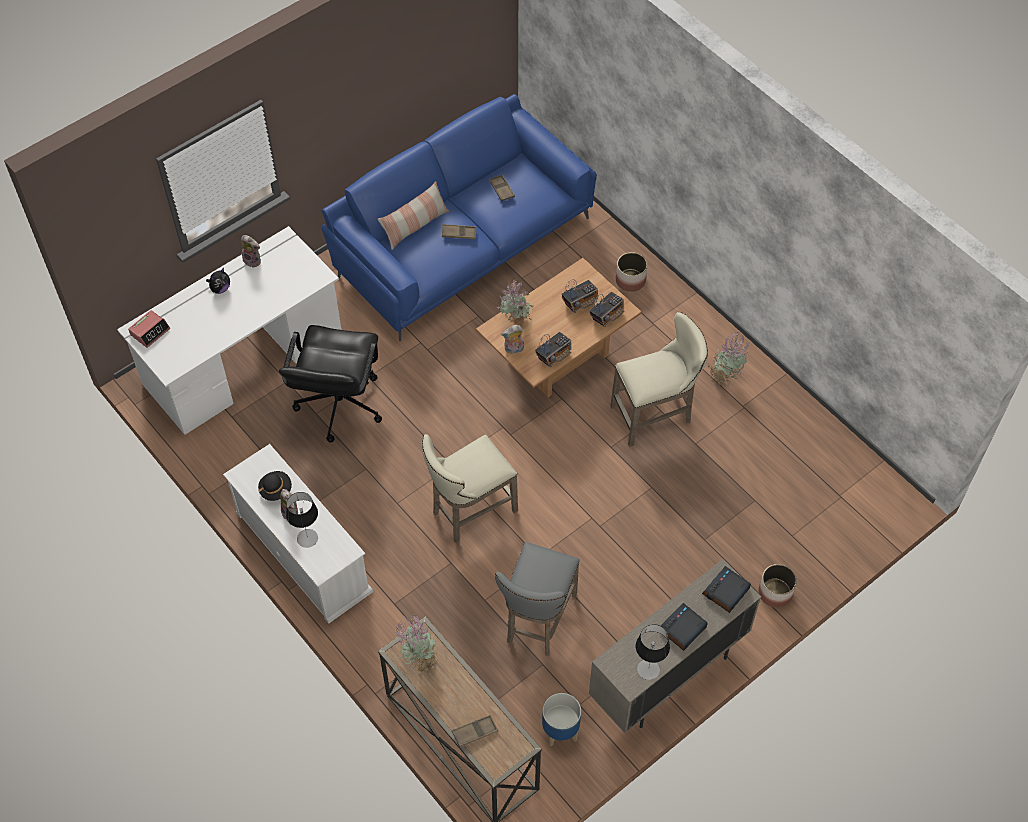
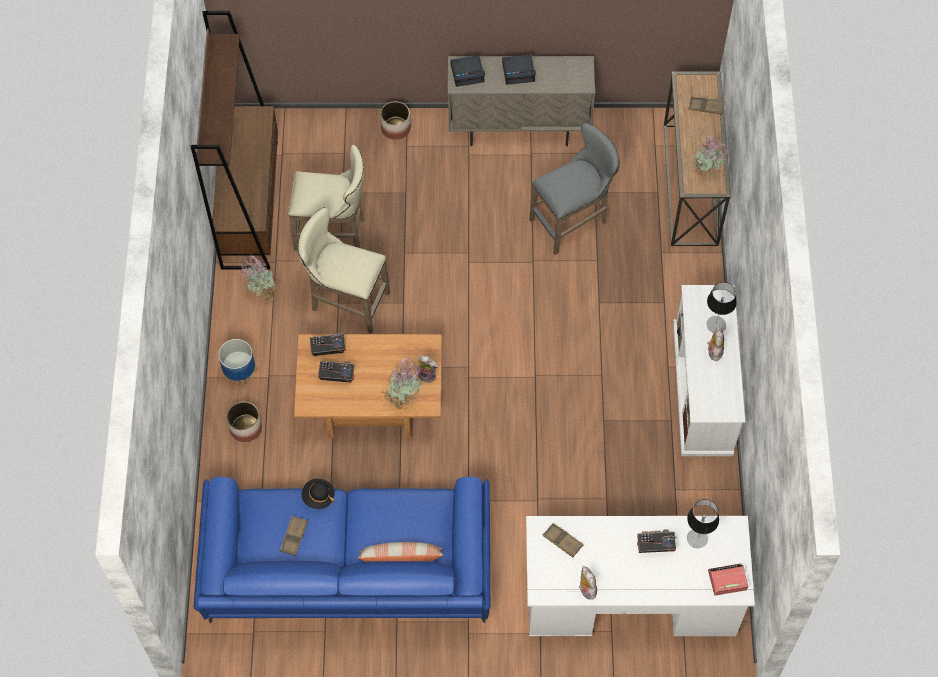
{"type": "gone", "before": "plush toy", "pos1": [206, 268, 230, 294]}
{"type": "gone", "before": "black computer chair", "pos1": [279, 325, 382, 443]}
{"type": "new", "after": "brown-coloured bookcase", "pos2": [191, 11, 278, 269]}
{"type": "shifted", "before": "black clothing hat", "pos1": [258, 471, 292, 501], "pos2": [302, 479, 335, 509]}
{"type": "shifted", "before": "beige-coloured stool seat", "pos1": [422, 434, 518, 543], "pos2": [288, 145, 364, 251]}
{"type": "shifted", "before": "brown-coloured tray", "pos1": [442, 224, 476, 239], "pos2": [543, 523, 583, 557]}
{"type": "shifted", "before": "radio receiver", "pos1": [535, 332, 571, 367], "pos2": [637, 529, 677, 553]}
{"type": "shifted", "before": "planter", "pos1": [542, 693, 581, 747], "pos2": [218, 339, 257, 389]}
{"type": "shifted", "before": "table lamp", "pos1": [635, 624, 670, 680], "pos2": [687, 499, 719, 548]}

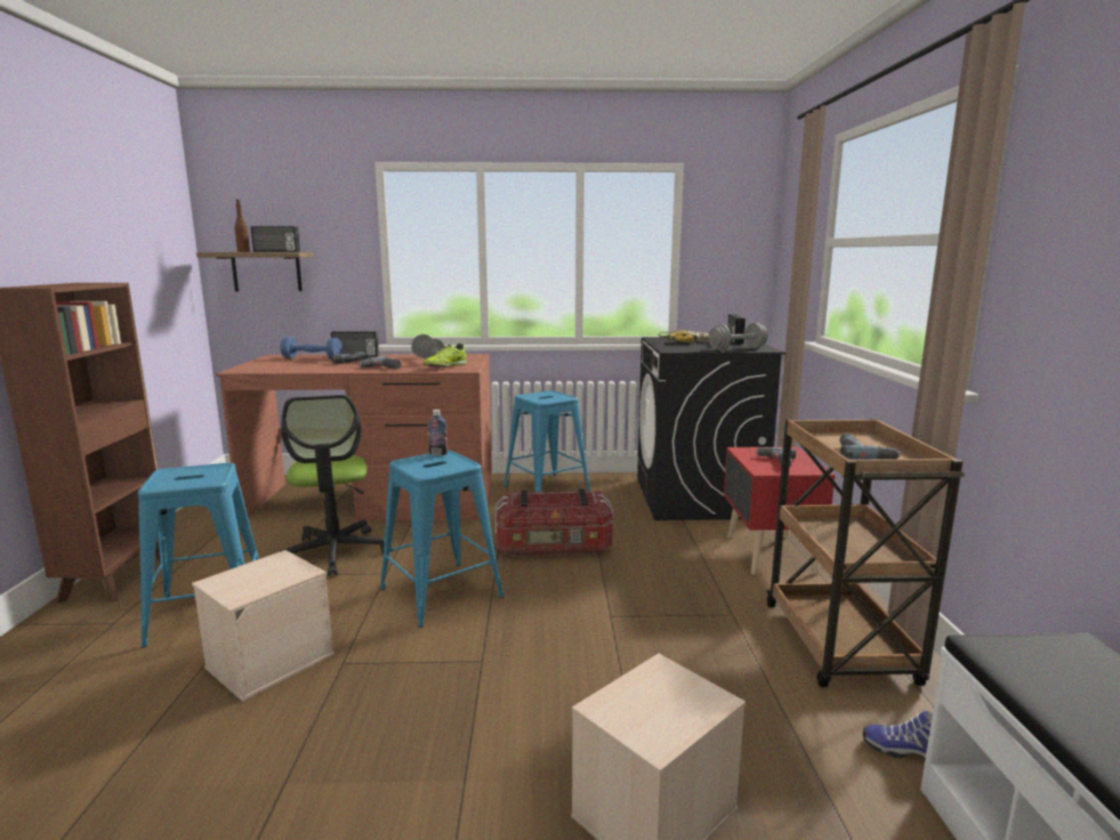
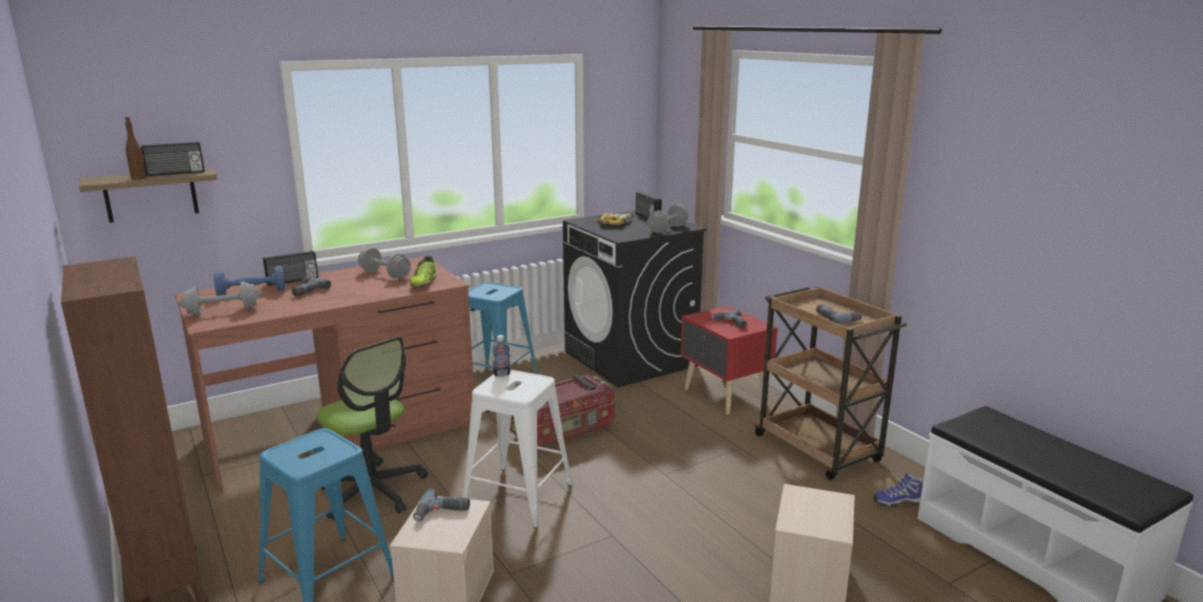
{"type": "new", "after": "greyish hand weight", "pos2": [178, 281, 263, 316]}
{"type": "shifted", "before": "electric drill", "pos1": [358, 356, 401, 369], "pos2": [413, 489, 470, 522]}
{"type": "repainted", "before": "blue stool seat", "after": "whitish stool seat", "pos1": [380, 450, 504, 627], "pos2": [463, 370, 573, 528]}

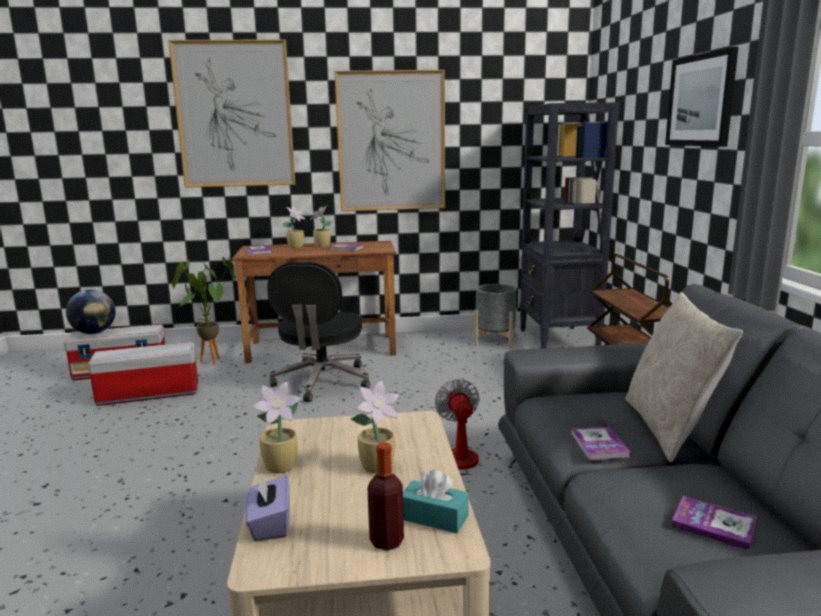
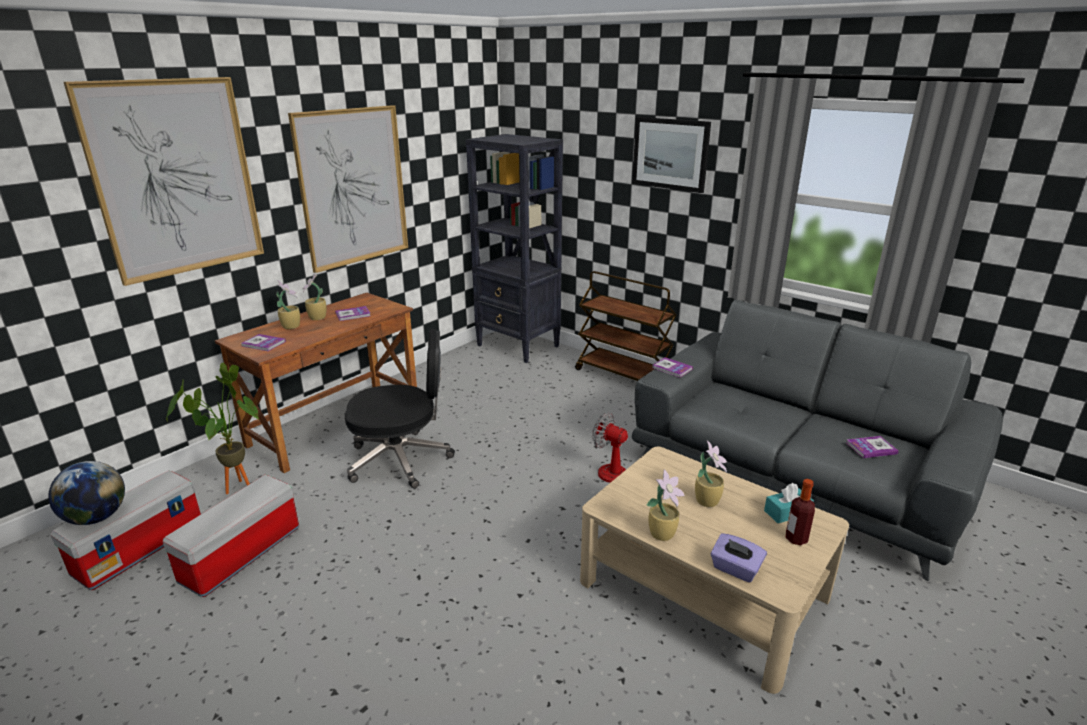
{"type": "gone", "before": "greyish planter", "pos1": [474, 284, 517, 348]}
{"type": "gone", "before": "beige-coloured throw pillow", "pos1": [626, 292, 743, 462]}
{"type": "shifted", "before": "volume", "pos1": [571, 427, 631, 460], "pos2": [652, 357, 693, 378]}
{"type": "rotated", "before": "black computer chair", "pos1": [267, 262, 370, 402], "pos2": [345, 329, 455, 488], "turn": -60}

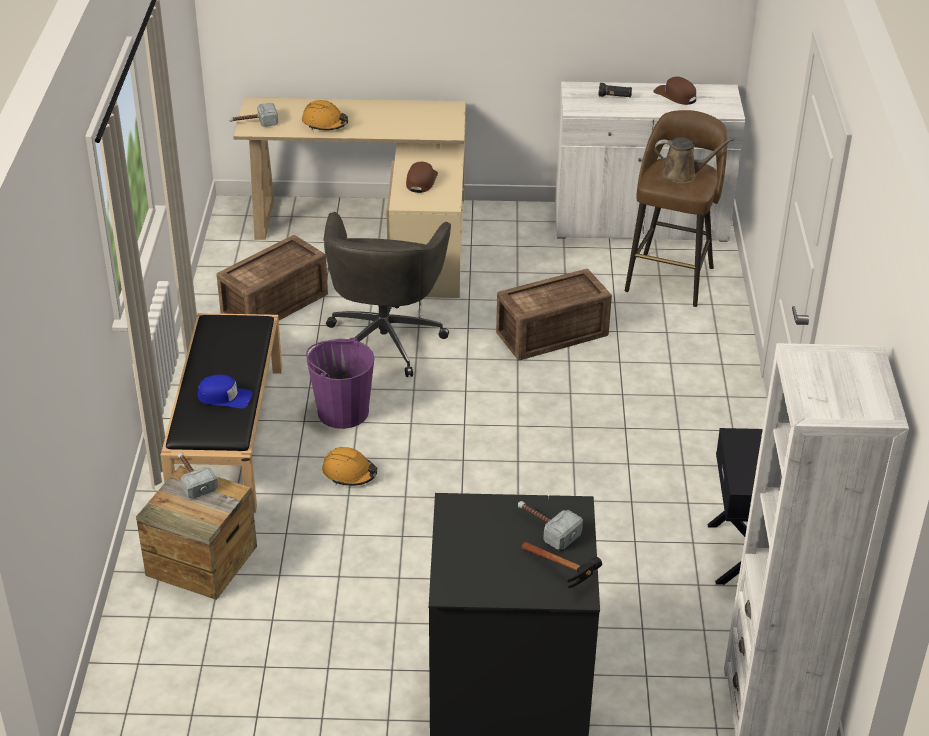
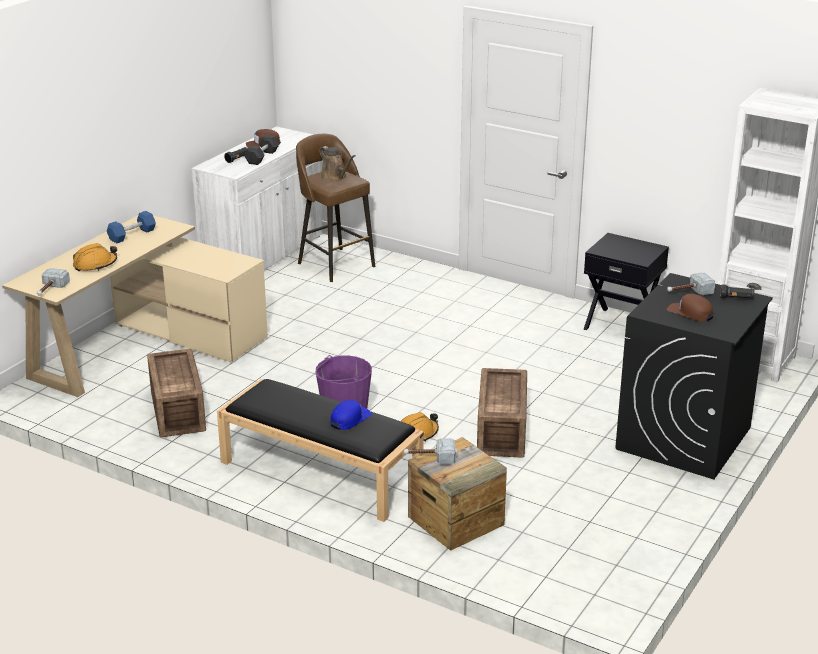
{"type": "gone", "before": "greyish computer chair", "pos1": [323, 212, 451, 377]}
{"type": "new", "after": "blue hand weight", "pos2": [107, 211, 156, 243]}
{"type": "new", "after": "black hand weight", "pos2": [244, 135, 279, 165]}
{"type": "shifted", "before": "brown-coloured cap", "pos1": [406, 162, 438, 193], "pos2": [667, 294, 713, 321]}
{"type": "shifted", "before": "packing crate", "pos1": [496, 269, 612, 360], "pos2": [477, 368, 527, 458]}
{"type": "swapped", "before": "hand hammer", "after": "black flashlight", "pos1": [521, 542, 602, 588], "pos2": [720, 284, 755, 299]}
{"type": "rotated", "before": "brown-coloured watering can", "pos1": [655, 137, 734, 184], "pos2": [319, 146, 356, 181], "turn": 105}

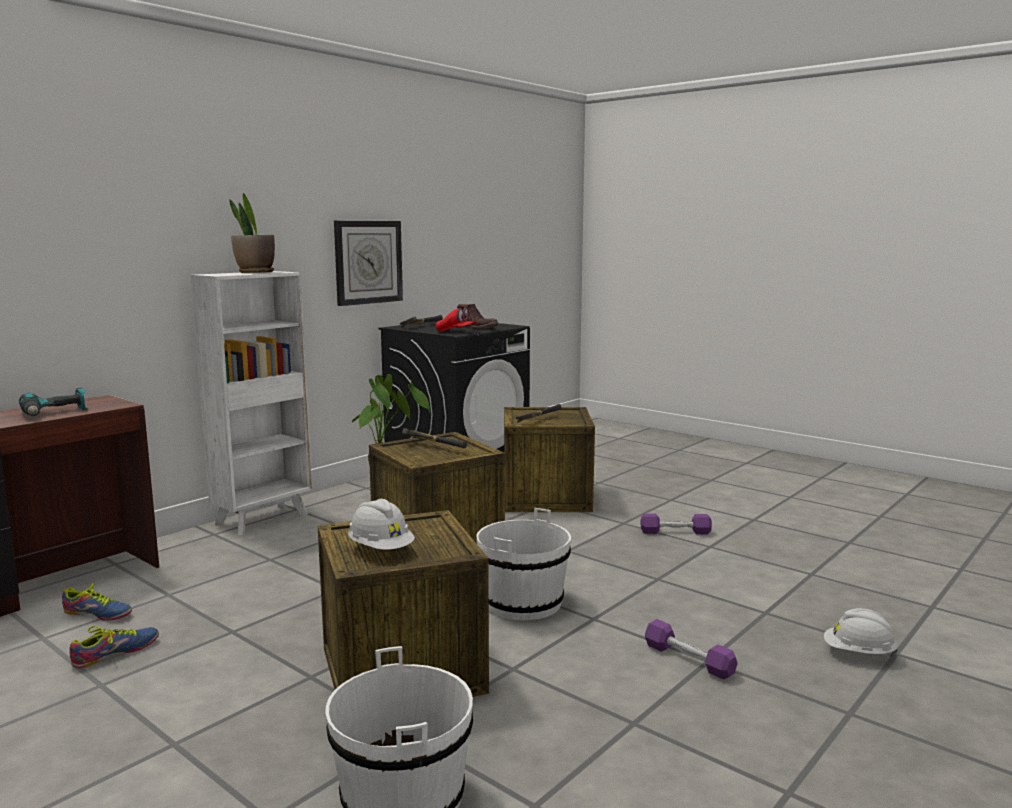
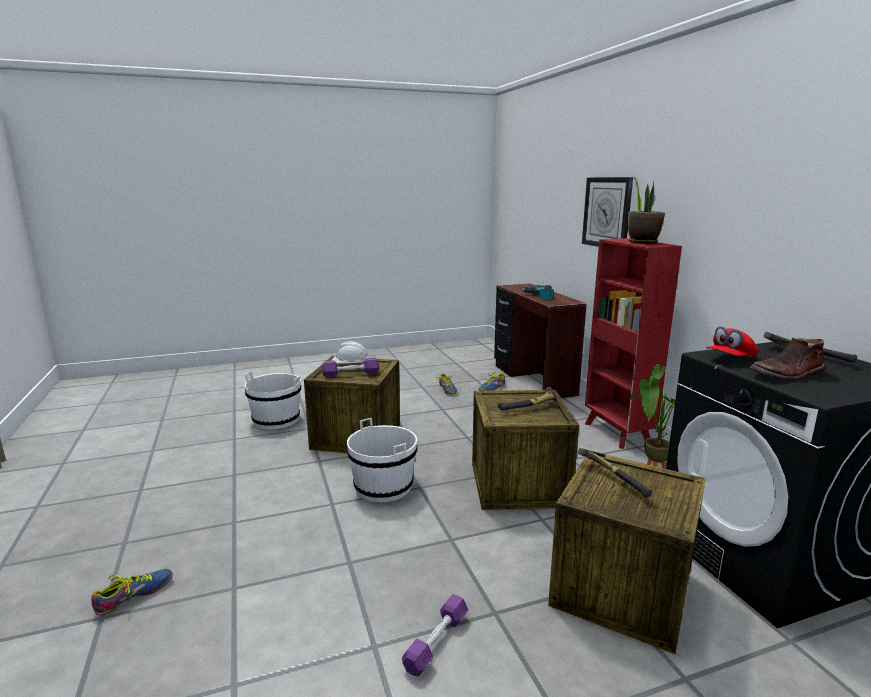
{"type": "shifted", "before": "wall clock", "pos1": [334, 221, 403, 306], "pos2": [582, 177, 633, 247]}
{"type": "shifted", "before": "purple-coloured hand weight", "pos1": [645, 619, 738, 679], "pos2": [322, 358, 379, 377]}
{"type": "swapped", "before": "whitish hard hat", "after": "item of footwear", "pos1": [824, 608, 898, 657], "pos2": [91, 569, 173, 615]}
{"type": "repainted", "before": "whitish bookcase", "after": "reddish bookcase", "pos1": [191, 271, 312, 535], "pos2": [585, 238, 682, 449]}

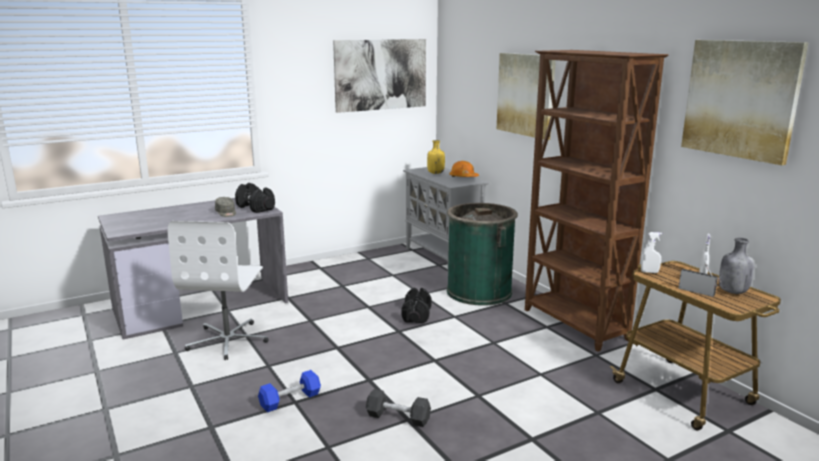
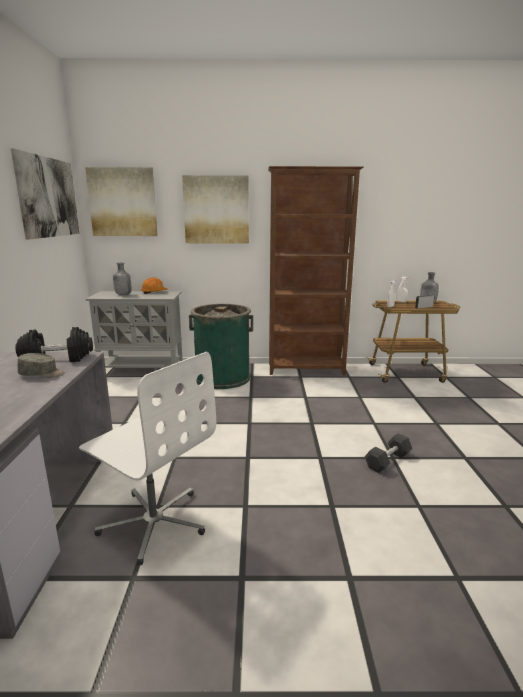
{"type": "gone", "before": "blue hand weight", "pos1": [258, 370, 321, 412]}
{"type": "gone", "before": "black hand weight", "pos1": [402, 288, 432, 323]}
{"type": "shifted", "before": "wall art", "pos1": [681, 40, 809, 165], "pos2": [85, 167, 158, 236]}
{"type": "repainted", "before": "yellow-coloured beverage bottle", "after": "greyish beverage bottle", "pos1": [427, 140, 445, 174], "pos2": [113, 263, 131, 295]}

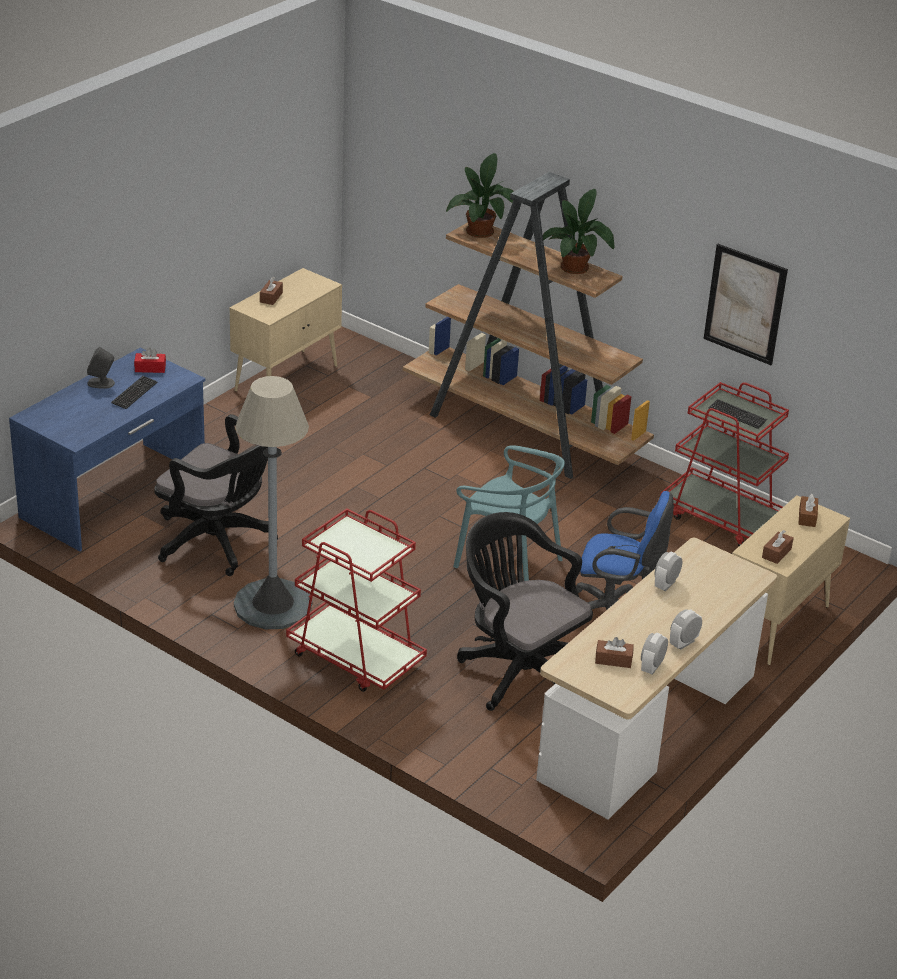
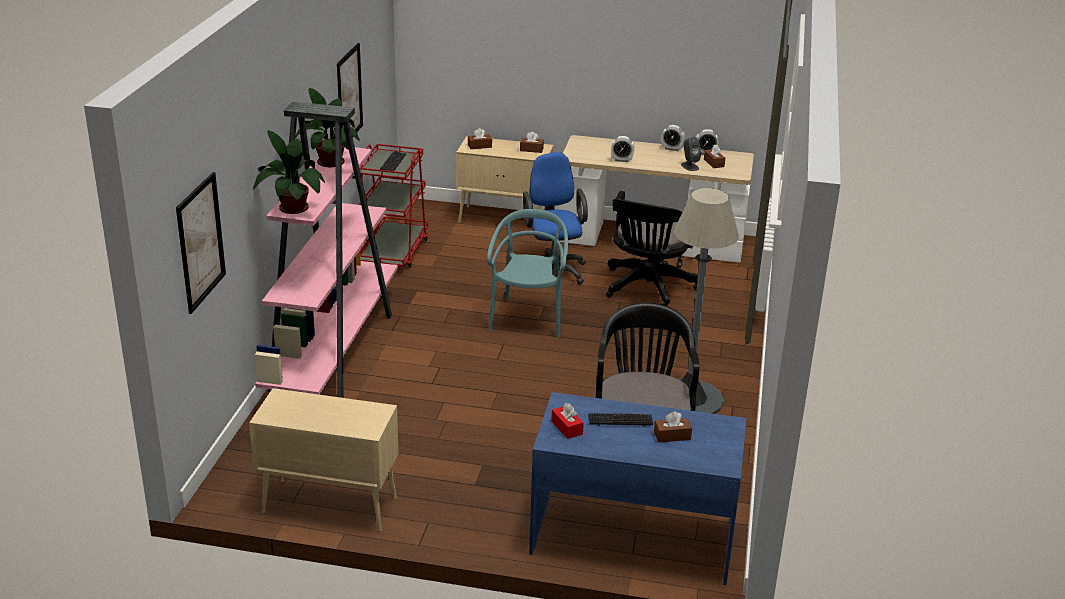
{"type": "gone", "before": "reddish trolley", "pos1": [286, 508, 427, 692]}
{"type": "new", "after": "wall art", "pos2": [176, 172, 226, 314]}
{"type": "shifted", "before": "greyish loudspeaker", "pos1": [87, 347, 115, 389], "pos2": [681, 137, 701, 171]}
{"type": "shifted", "before": "brown-coloured tissue box", "pos1": [260, 276, 283, 305], "pos2": [654, 411, 692, 443]}
{"type": "repainted", "before": "brown-coloured bookcase", "after": "pinkish bookcase", "pos1": [403, 172, 654, 479], "pos2": [254, 101, 398, 398]}

